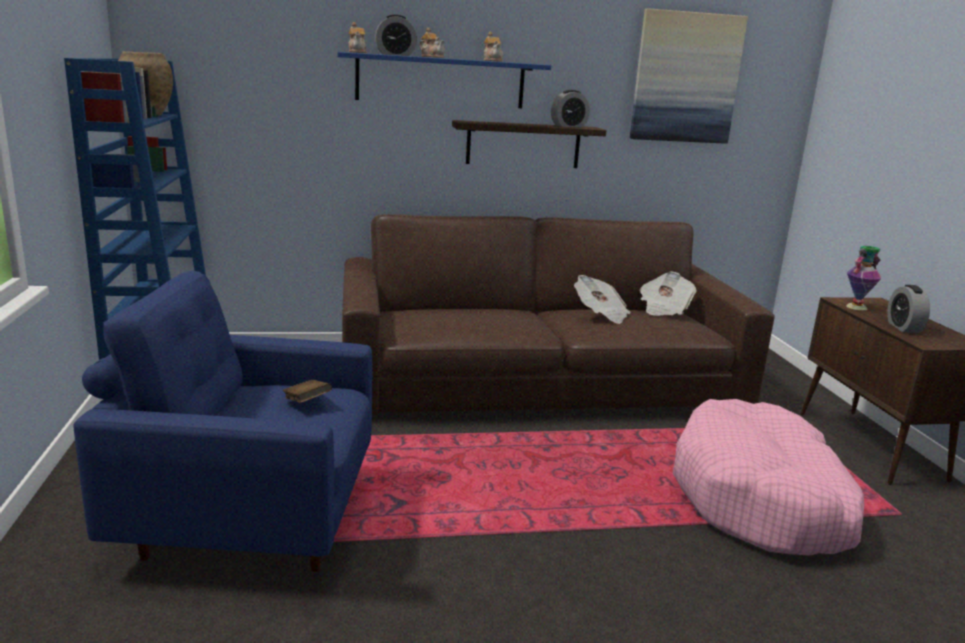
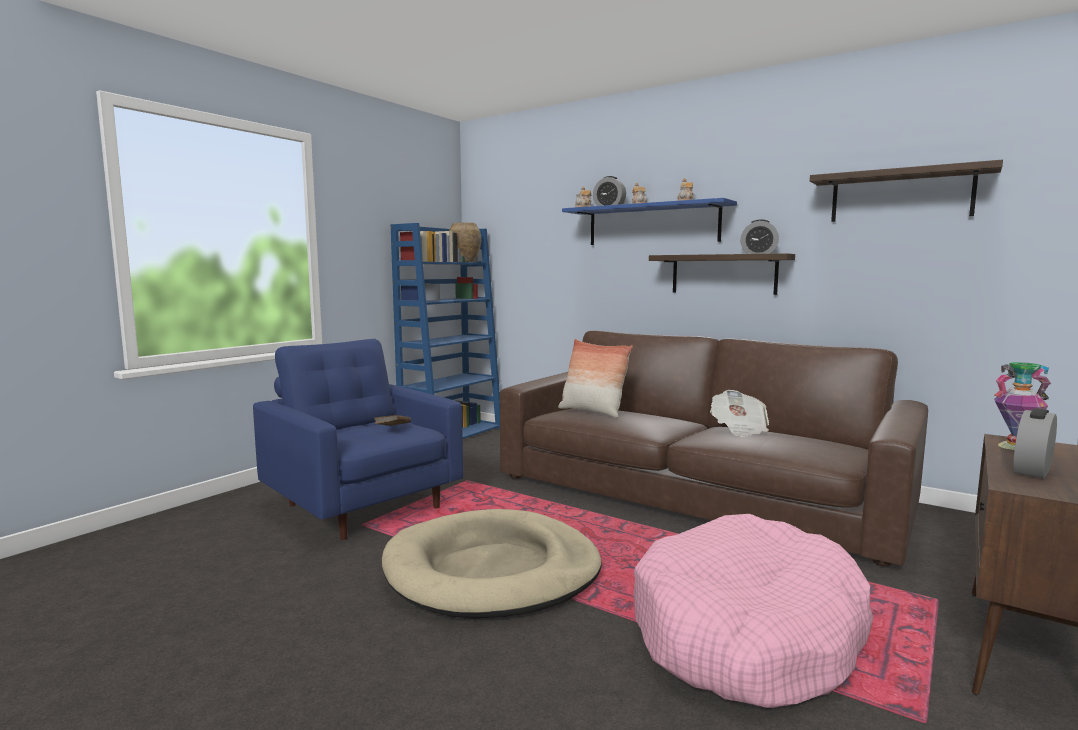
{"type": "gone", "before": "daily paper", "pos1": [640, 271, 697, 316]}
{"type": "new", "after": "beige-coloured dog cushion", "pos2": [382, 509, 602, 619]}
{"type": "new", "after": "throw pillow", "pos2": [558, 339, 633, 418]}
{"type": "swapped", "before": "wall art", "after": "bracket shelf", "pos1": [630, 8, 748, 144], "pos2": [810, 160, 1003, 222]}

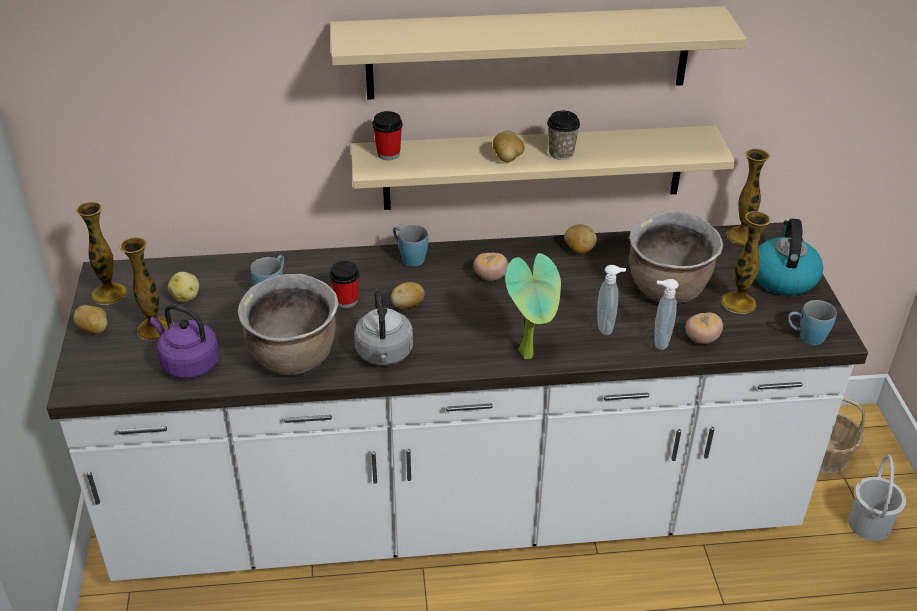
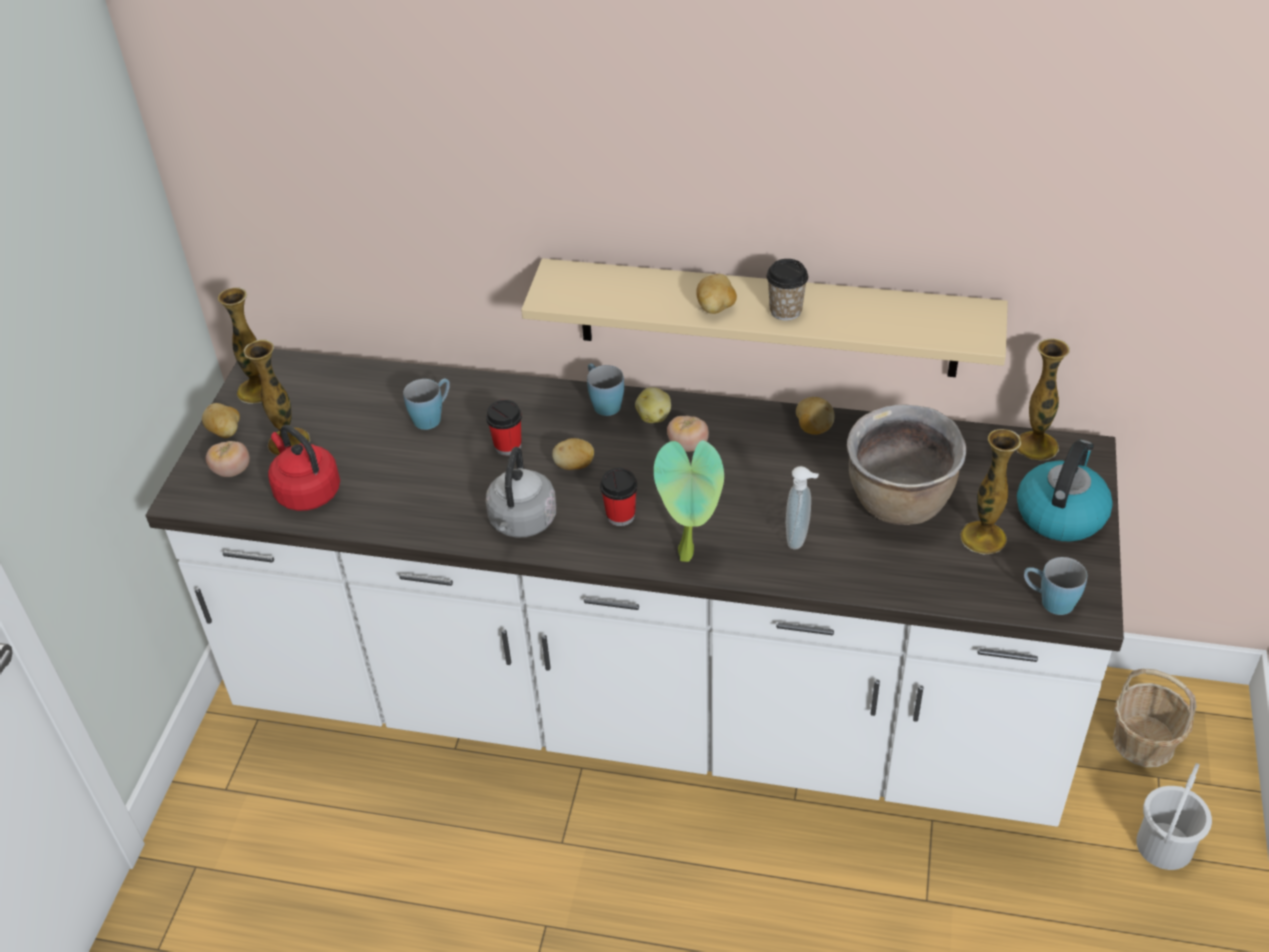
{"type": "gone", "before": "brown-coloured stockpot", "pos1": [238, 274, 339, 375]}
{"type": "gone", "before": "beige-coloured bracket shelf", "pos1": [330, 6, 747, 100]}
{"type": "gone", "before": "soap bottle", "pos1": [654, 279, 679, 350]}
{"type": "shifted", "before": "spud", "pos1": [168, 272, 199, 302], "pos2": [635, 387, 671, 423]}
{"type": "shifted", "before": "small cup", "pos1": [372, 111, 403, 160], "pos2": [600, 468, 638, 526]}
{"type": "shifted", "before": "fresh tomato", "pos1": [686, 312, 723, 344], "pos2": [206, 441, 250, 477]}
{"type": "repainted", "before": "purple-coloured water kettle", "after": "reddish water kettle", "pos1": [150, 304, 220, 378], "pos2": [268, 425, 340, 511]}

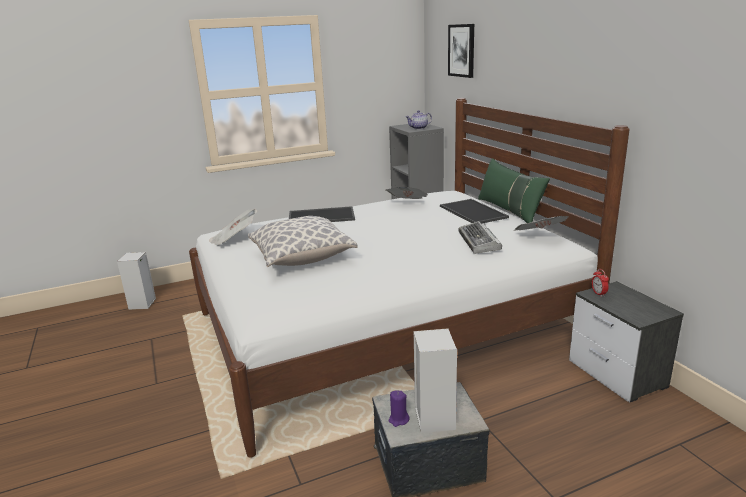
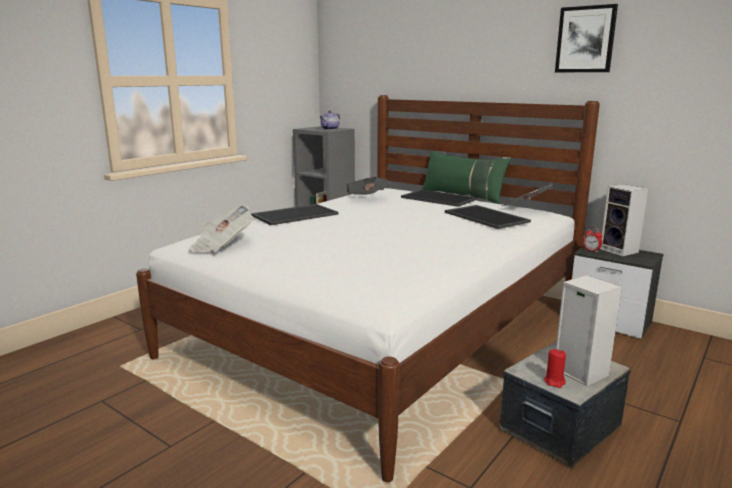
{"type": "gone", "before": "throw pillow", "pos1": [248, 216, 358, 267]}
{"type": "shifted", "before": "loudspeaker", "pos1": [117, 252, 156, 310], "pos2": [600, 184, 648, 256]}
{"type": "shifted", "before": "wall art", "pos1": [448, 24, 474, 78], "pos2": [555, 4, 618, 72]}
{"type": "swapped", "before": "PC keyboard", "after": "tray", "pos1": [458, 221, 502, 254], "pos2": [445, 205, 531, 229]}
{"type": "repainted", "before": "purple-coloured wax light", "after": "reddish wax light", "pos1": [389, 390, 410, 427], "pos2": [544, 349, 566, 388]}

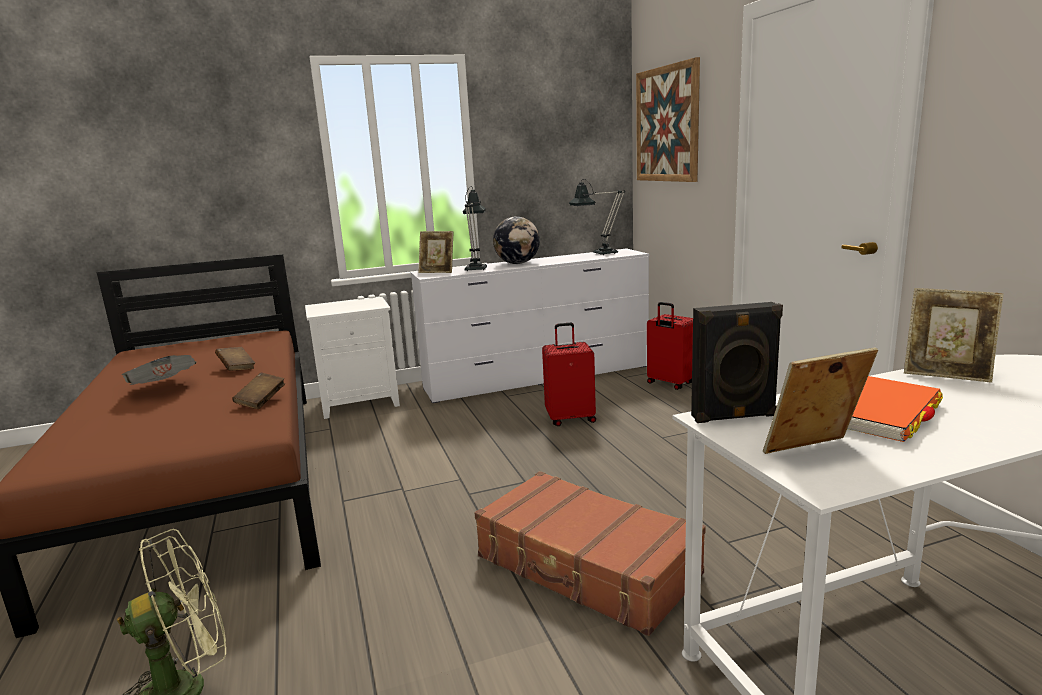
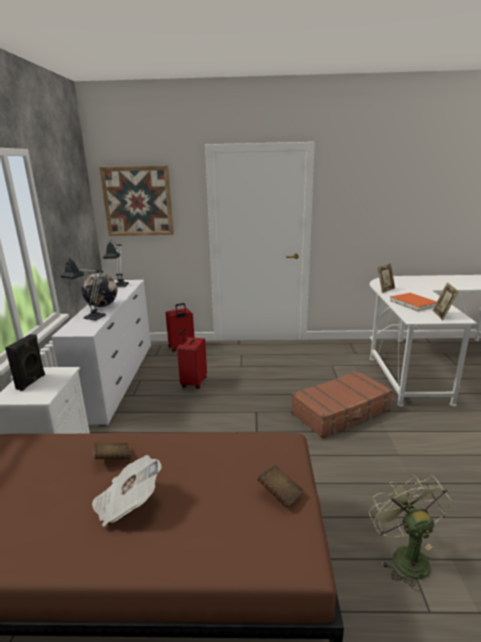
{"type": "gone", "before": "picture frame", "pos1": [419, 231, 453, 273]}
{"type": "shifted", "before": "brown-coloured volume", "pos1": [232, 373, 285, 409], "pos2": [257, 465, 304, 508]}
{"type": "shifted", "before": "black loudspeaker", "pos1": [691, 302, 783, 423], "pos2": [5, 334, 45, 391]}

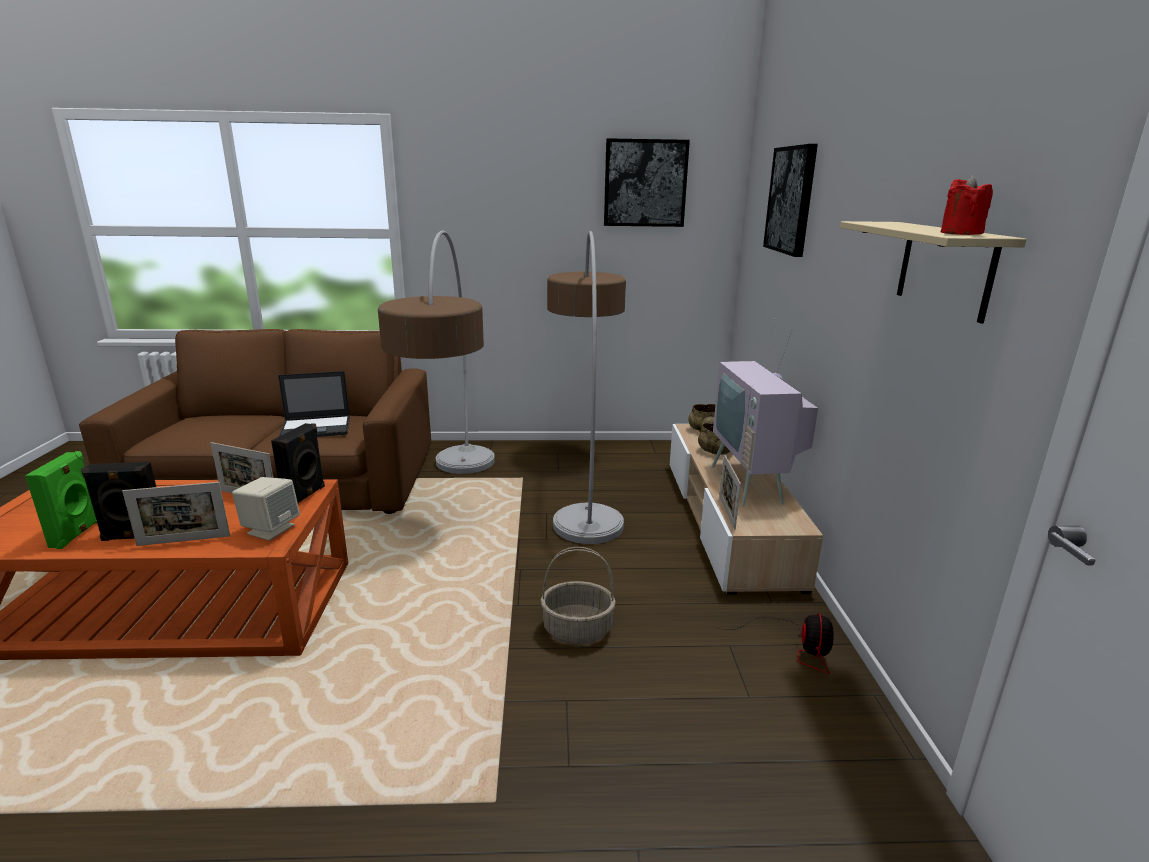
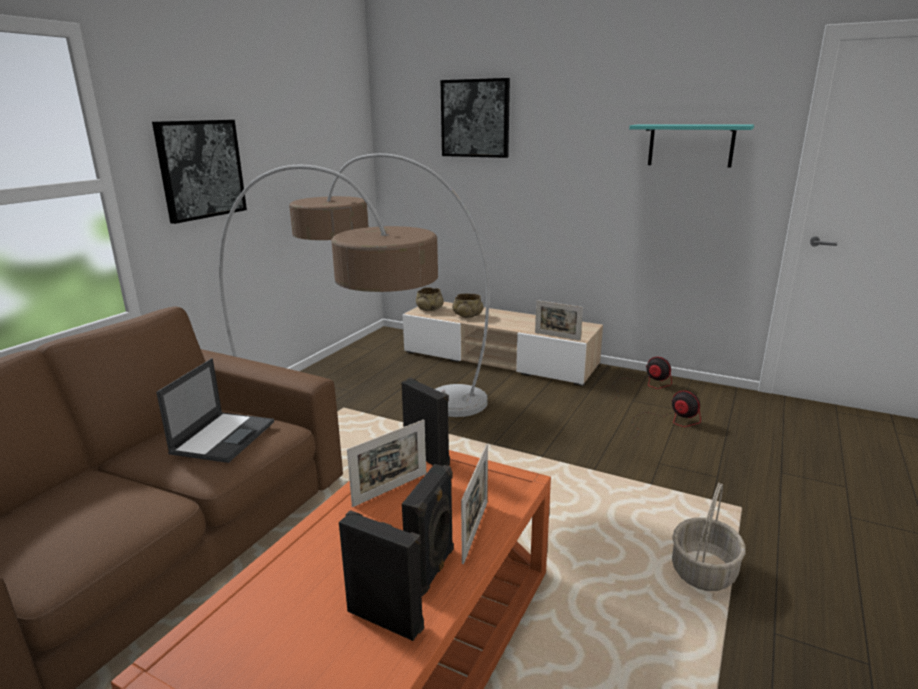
{"type": "gone", "before": "beige-coloured loudspeaker", "pos1": [232, 477, 300, 540]}
{"type": "gone", "before": "TV", "pos1": [712, 318, 818, 507]}
{"type": "gone", "before": "reddish wax light", "pos1": [940, 175, 993, 235]}
{"type": "new", "after": "fan", "pos2": [632, 391, 701, 438]}
{"type": "shifted", "before": "basket", "pos1": [541, 547, 616, 645], "pos2": [672, 483, 745, 591]}
{"type": "shifted", "before": "wall art", "pos1": [604, 138, 690, 227], "pos2": [152, 120, 247, 224]}
{"type": "repainted", "before": "green-coloured loudspeaker", "after": "black loudspeaker", "pos1": [25, 451, 97, 549], "pos2": [339, 510, 424, 641]}
{"type": "repainted", "before": "beige-coloured bracket shelf", "after": "blue-green bracket shelf", "pos1": [840, 221, 1027, 323], "pos2": [629, 124, 754, 168]}

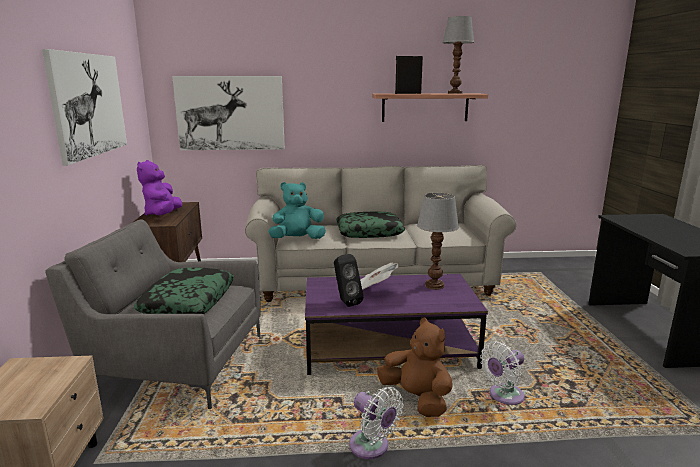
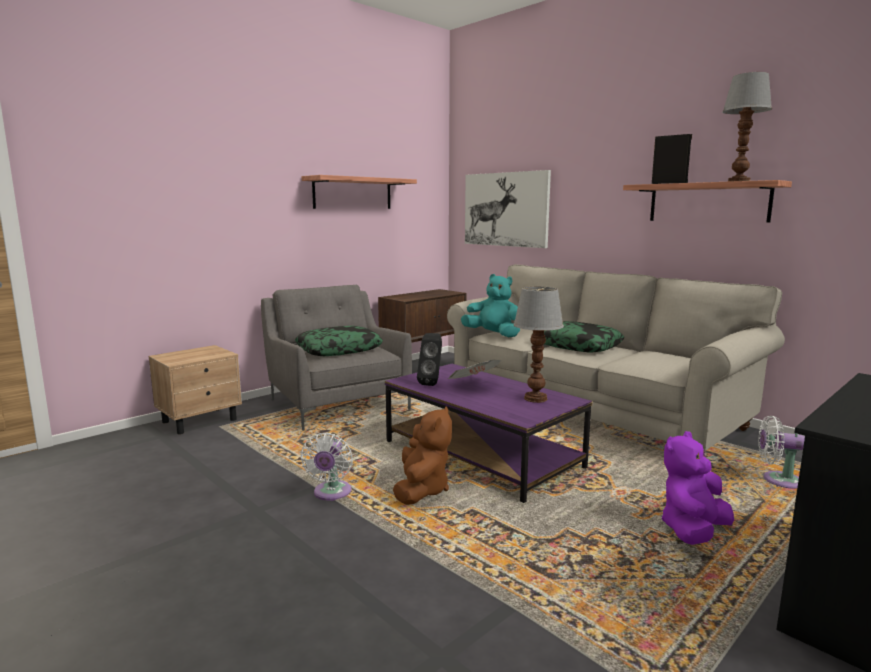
{"type": "shifted", "before": "purple-coloured plush toy", "pos1": [137, 160, 182, 216], "pos2": [662, 431, 734, 545]}
{"type": "shifted", "before": "whitish fan", "pos1": [480, 341, 525, 405], "pos2": [758, 416, 805, 489]}
{"type": "swapped", "before": "wall art", "after": "bracket shelf", "pos1": [42, 49, 127, 165], "pos2": [301, 175, 417, 209]}

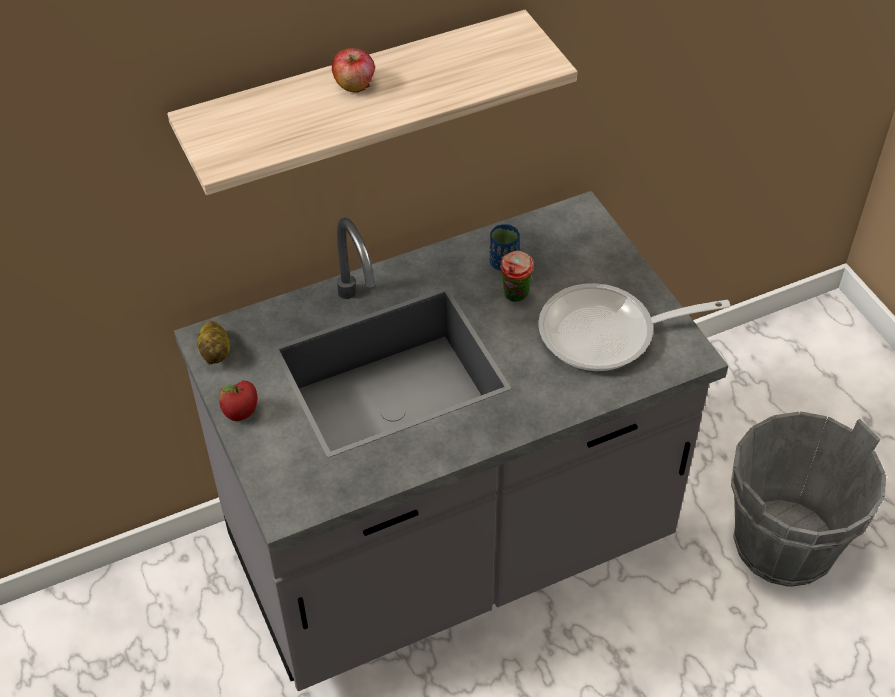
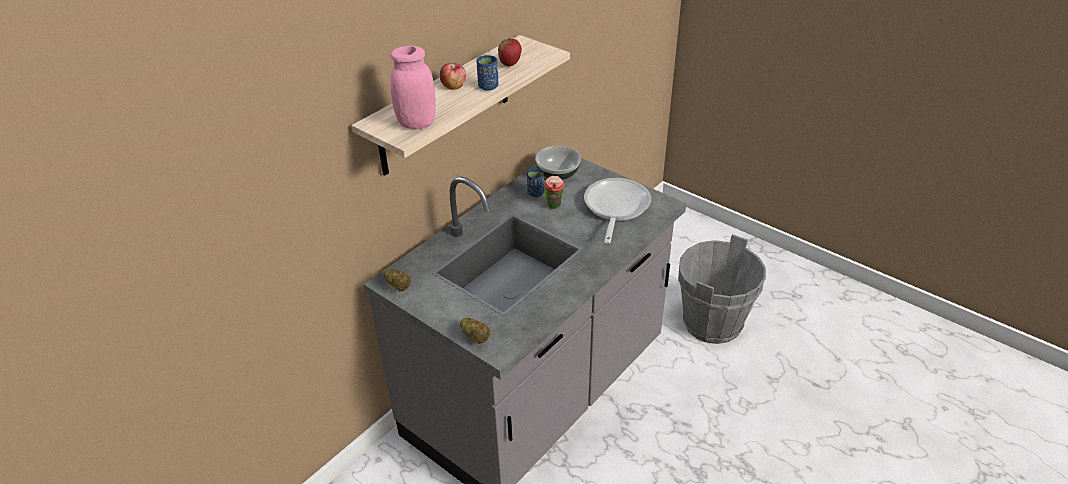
{"type": "new", "after": "pinkish storage jar", "pos2": [391, 46, 436, 129]}
{"type": "new", "after": "spud", "pos2": [460, 318, 490, 344]}
{"type": "new", "after": "blue small cup", "pos2": [476, 55, 498, 91]}
{"type": "new", "after": "deep dish", "pos2": [535, 146, 581, 180]}
{"type": "shifted", "before": "whole apple", "pos1": [219, 381, 257, 421], "pos2": [498, 38, 522, 66]}
{"type": "rotated", "before": "skillet", "pos1": [538, 283, 730, 371], "pos2": [584, 178, 651, 243], "turn": 135}

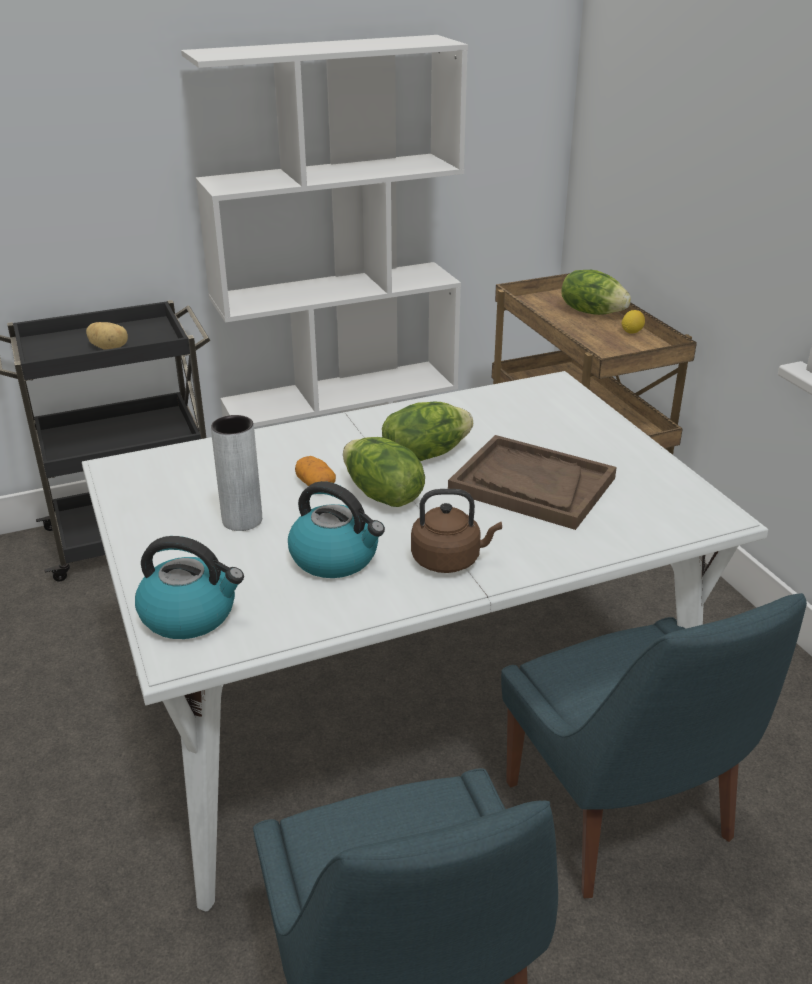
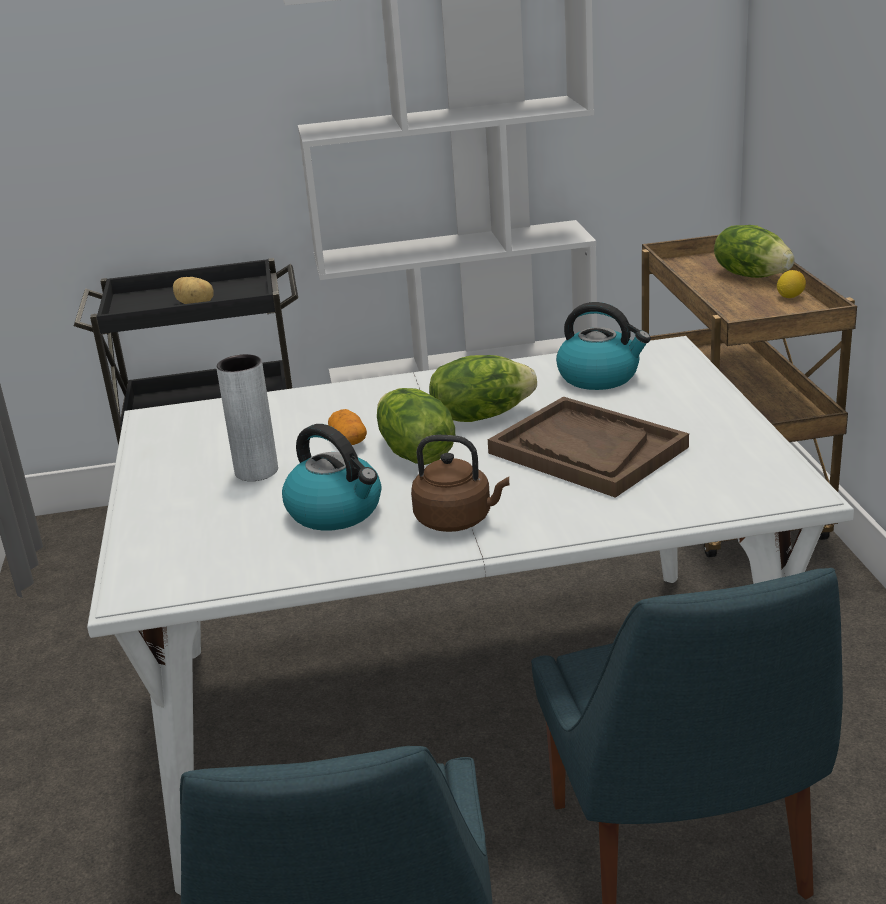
{"type": "shifted", "before": "water kettle", "pos1": [135, 536, 244, 639], "pos2": [556, 302, 651, 390]}

